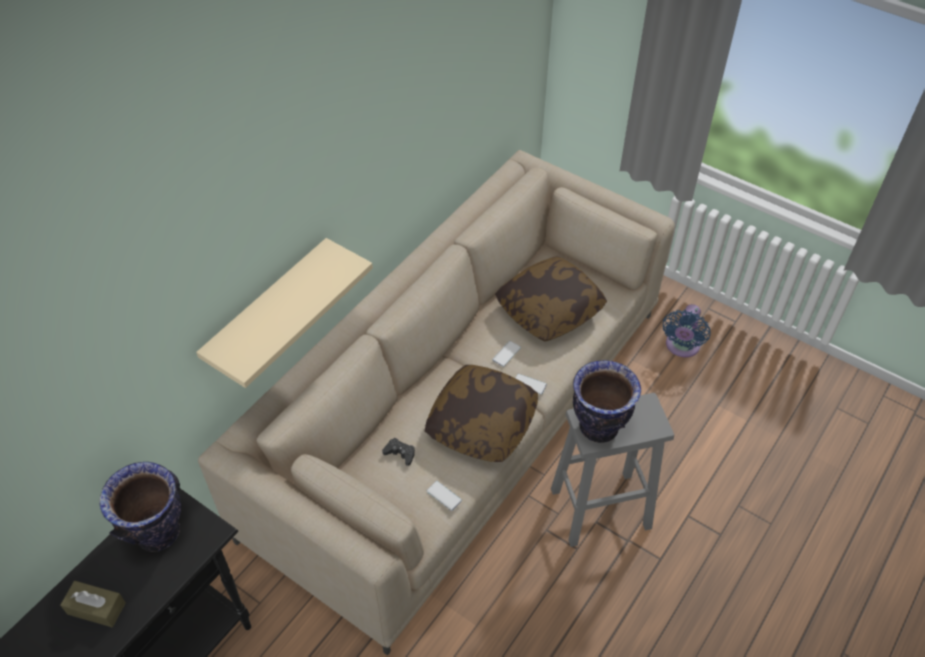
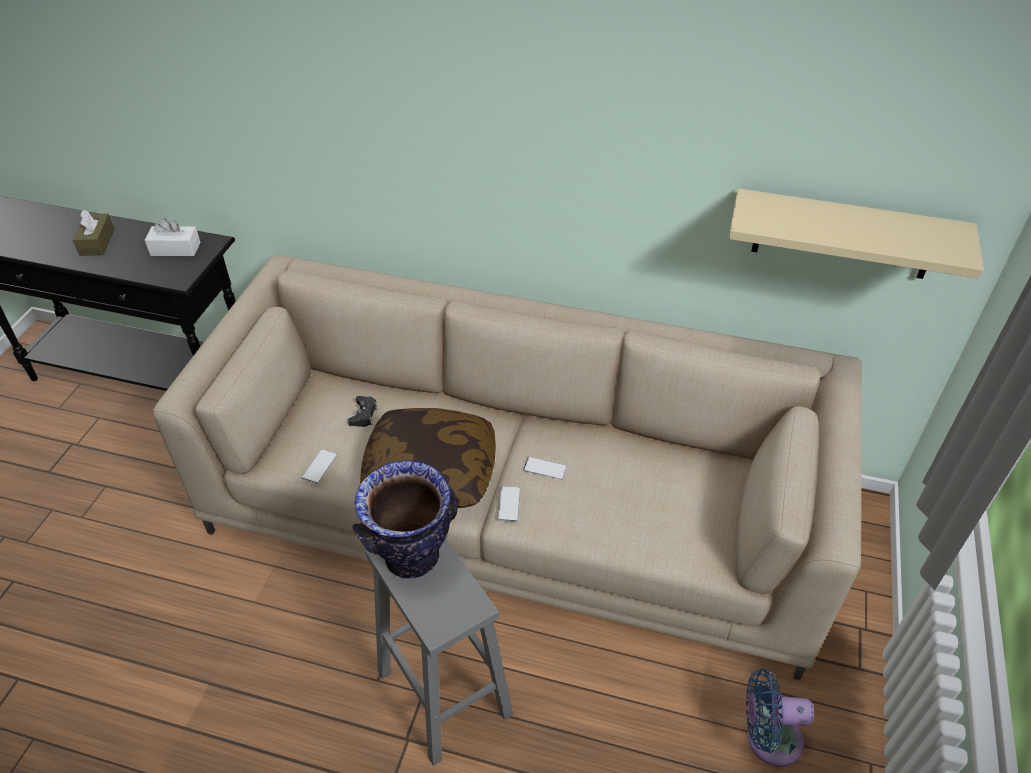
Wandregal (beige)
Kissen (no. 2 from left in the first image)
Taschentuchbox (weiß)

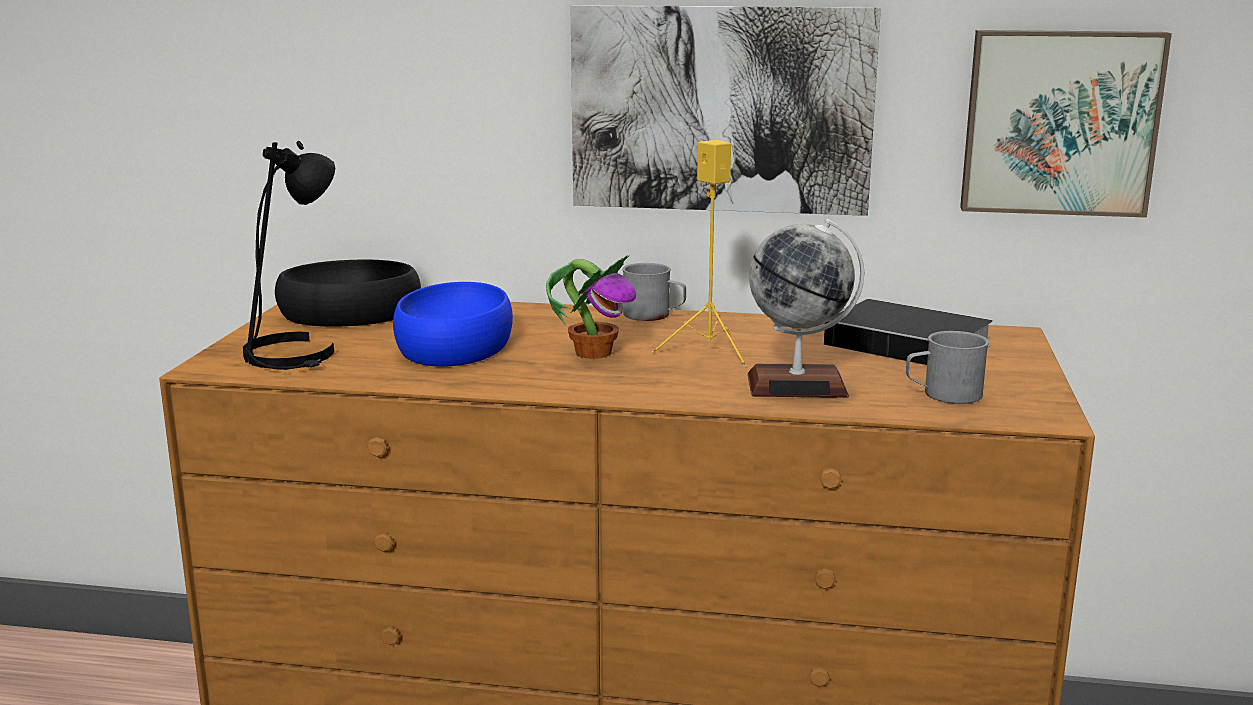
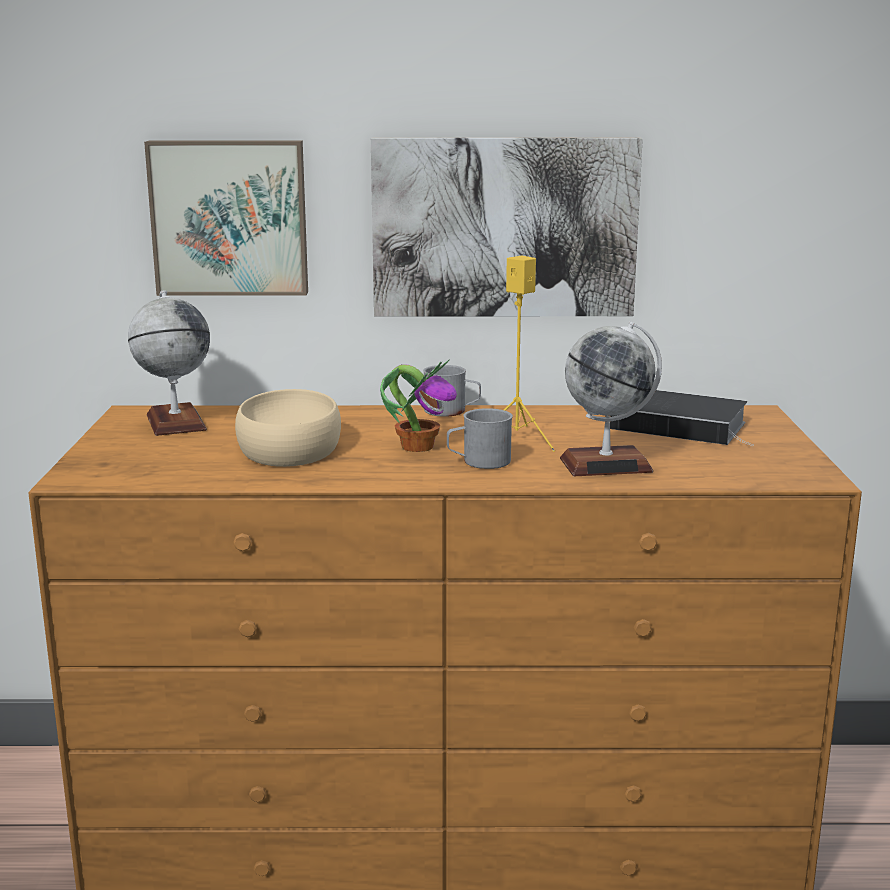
Bild (no. 1 from left)
Tischlampe (schwarz)
Globus (no. 1 from left)
Schüssel (beige)
Henkelbecher (grau) (no. 2 from left)

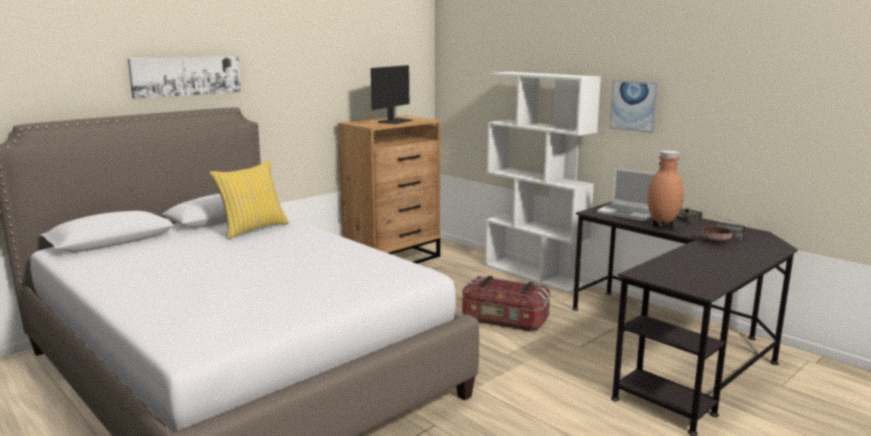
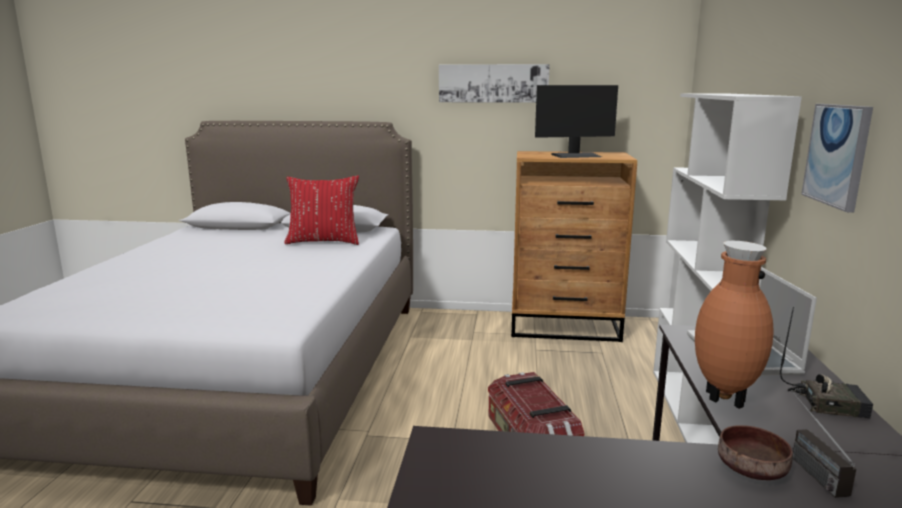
Bild (no. 1 from left)
Kissen (rot)

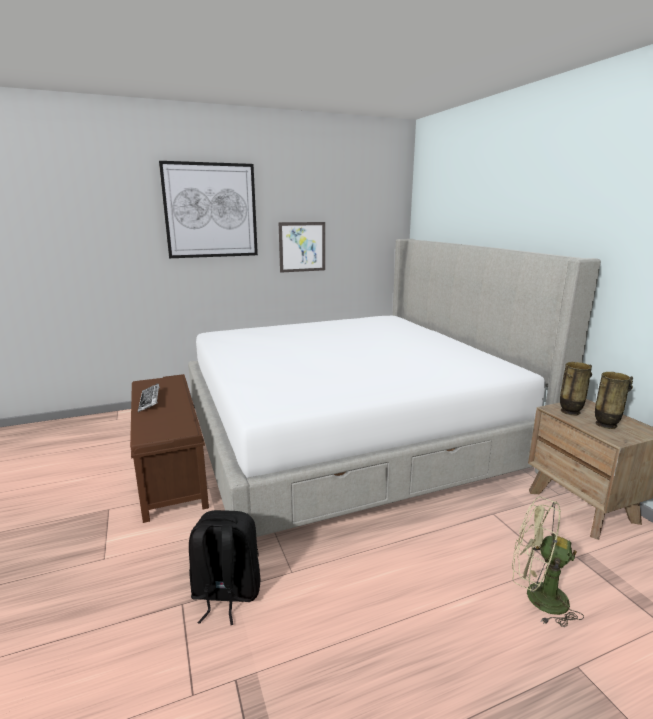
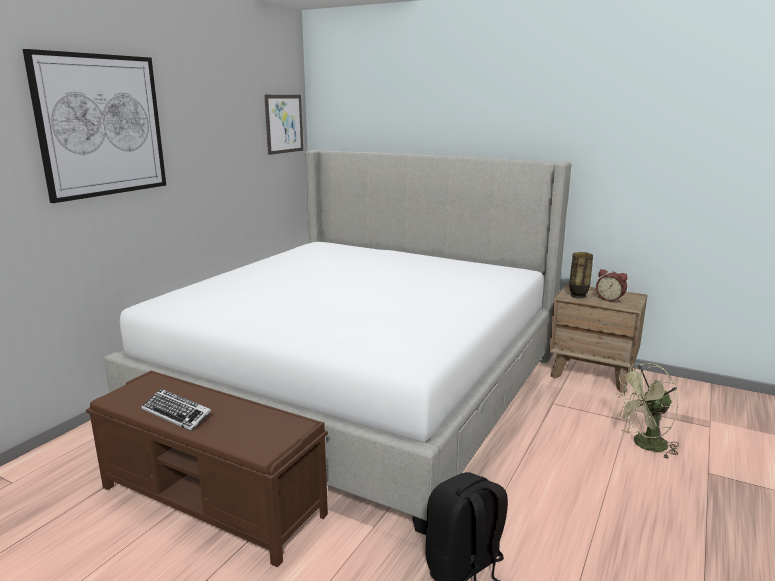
Bild (no. 2 from left)
Wecker

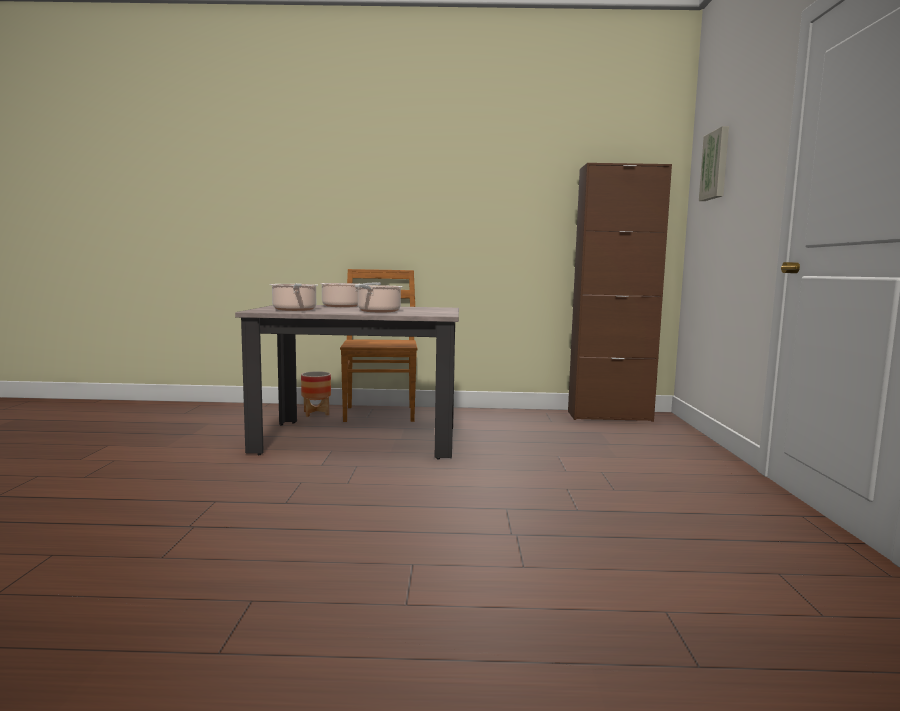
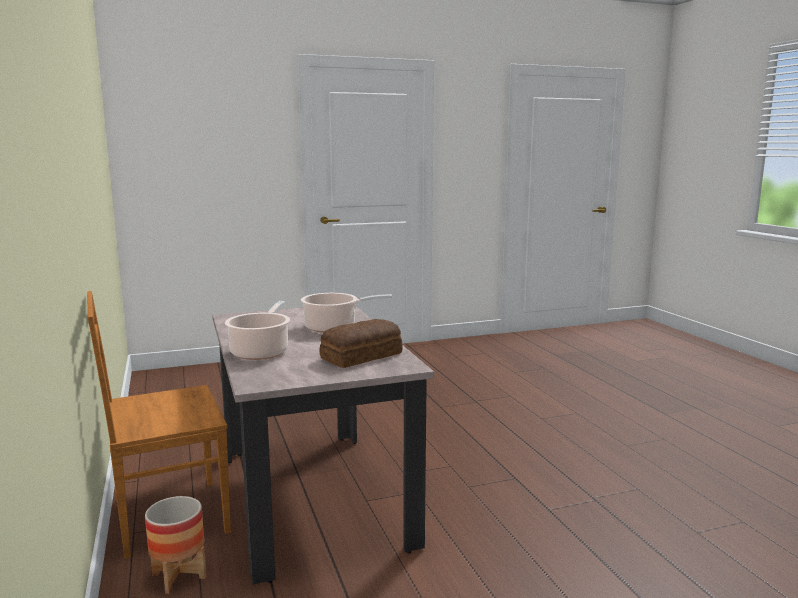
Bild
Schrank (braun)
Brot

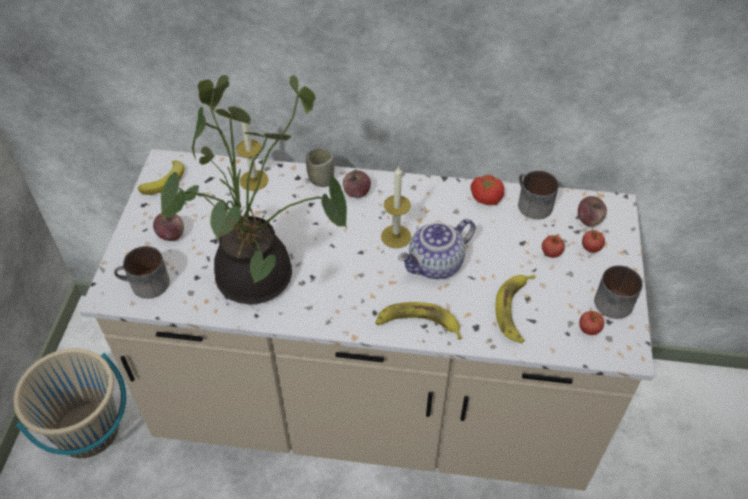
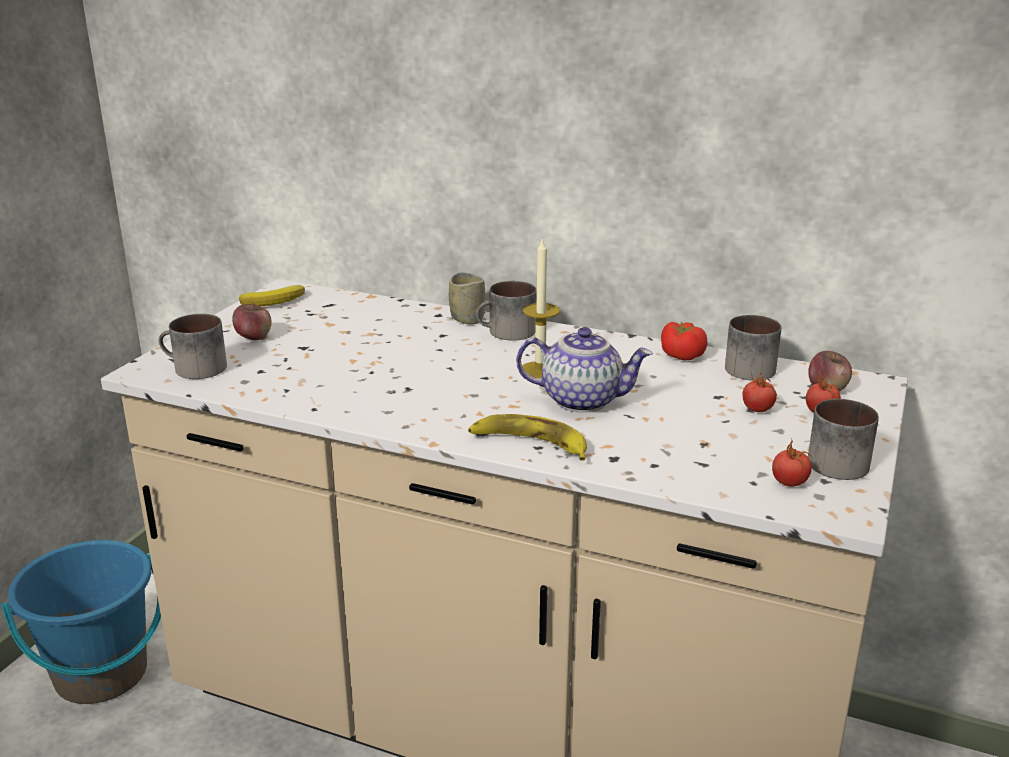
Topfpflanze
Kerze (no. 1 from left in the first image)
Henkelbecher (no. 2 from left)
Teekanne
Banane (no. 3 from left in the first image)
Eimer (blau)

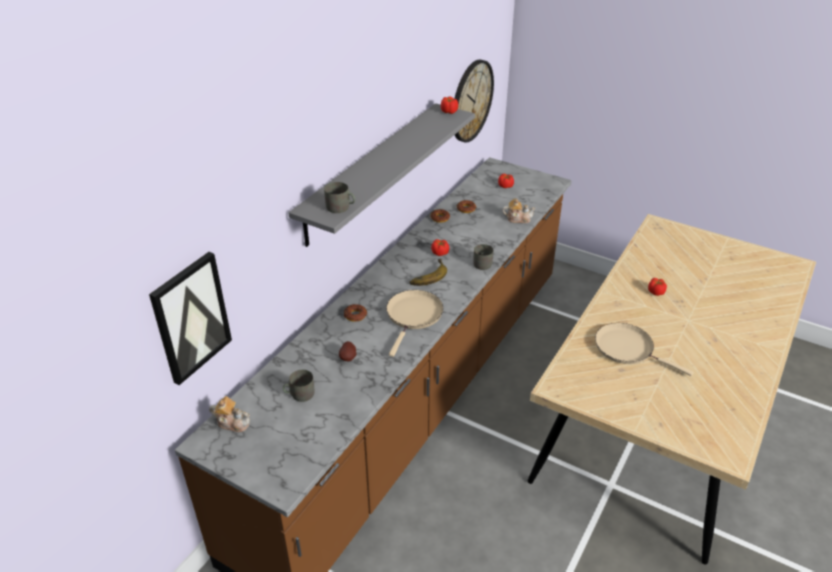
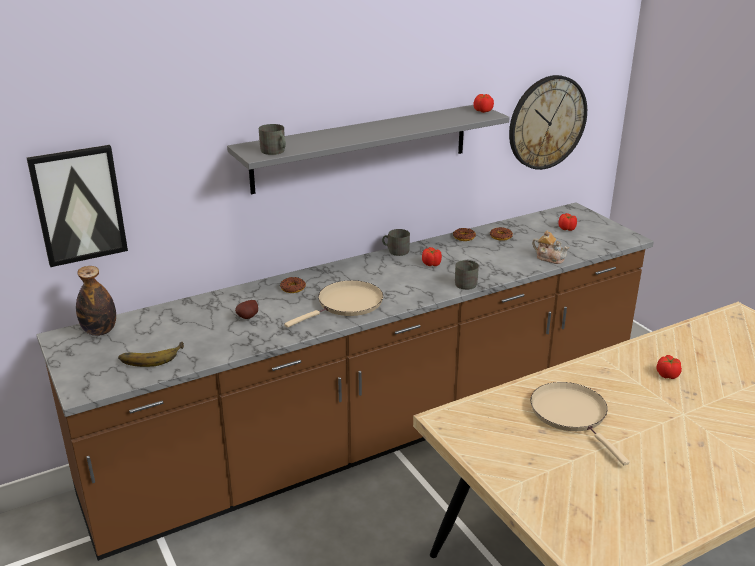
Banane
Henkelbecher (grau) (no. 2 from left)
Flasche

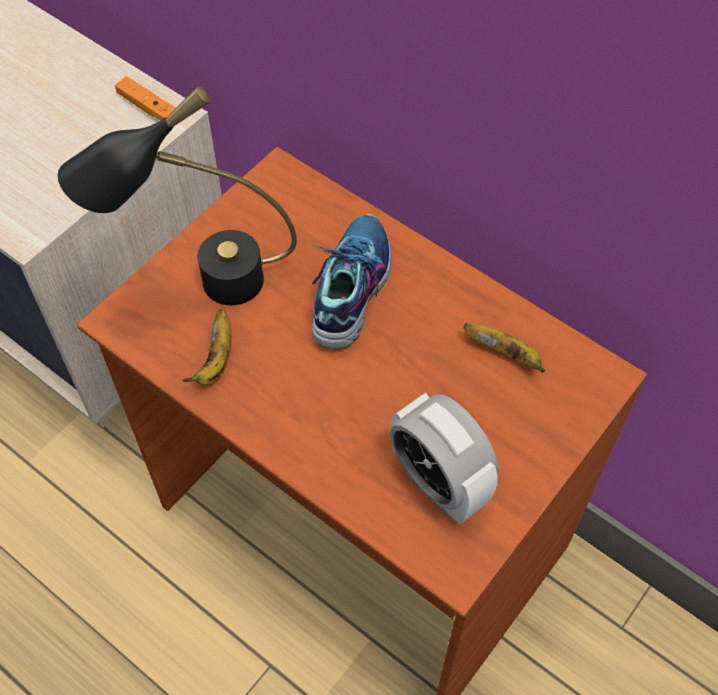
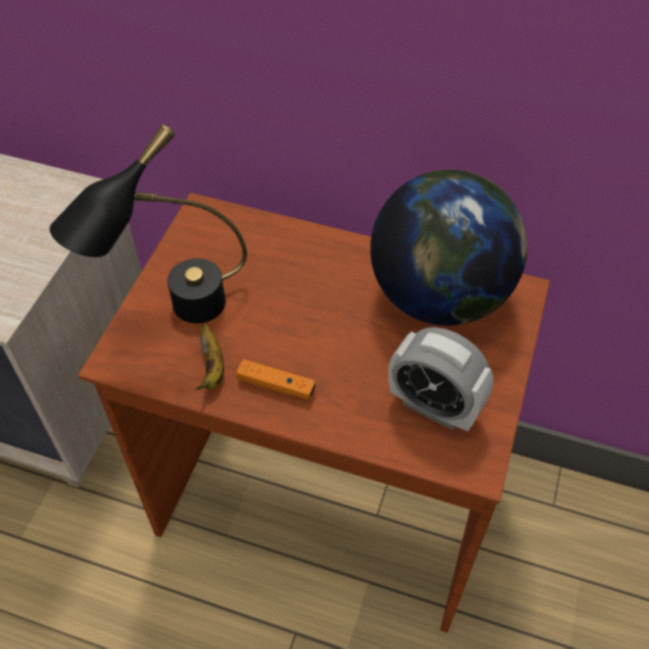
Gamepad (orange)
Schuh
Globus

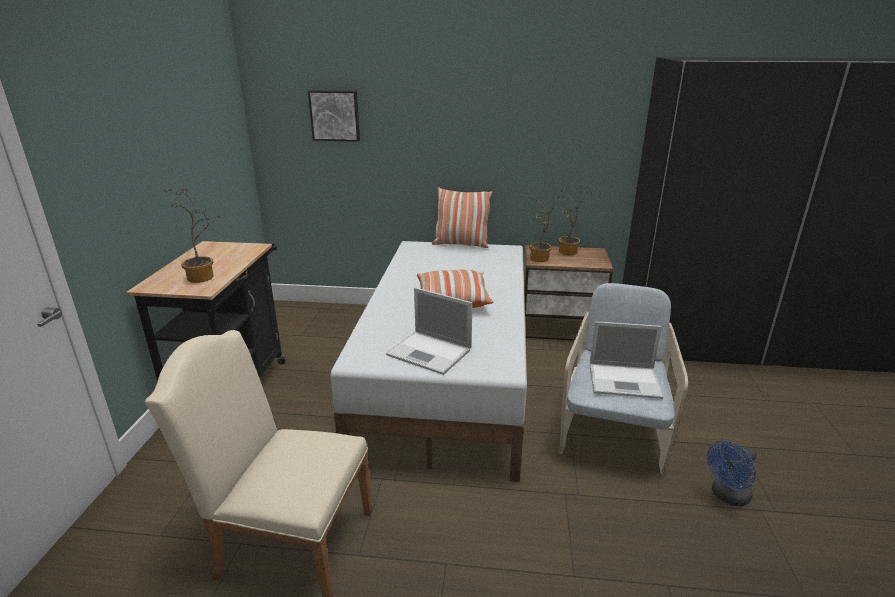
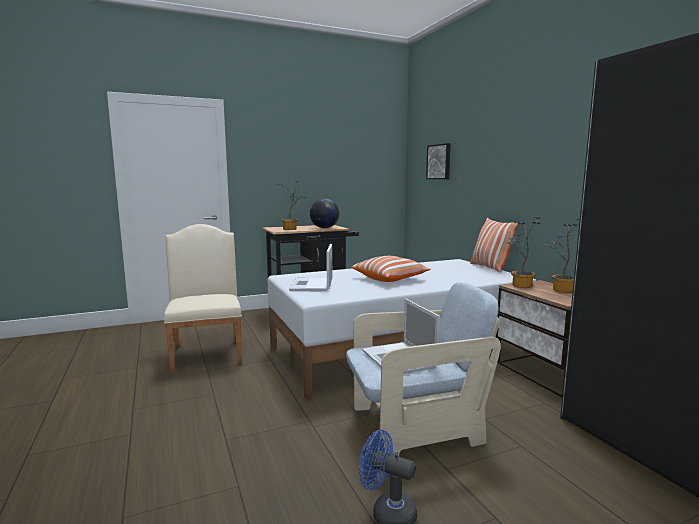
Globus

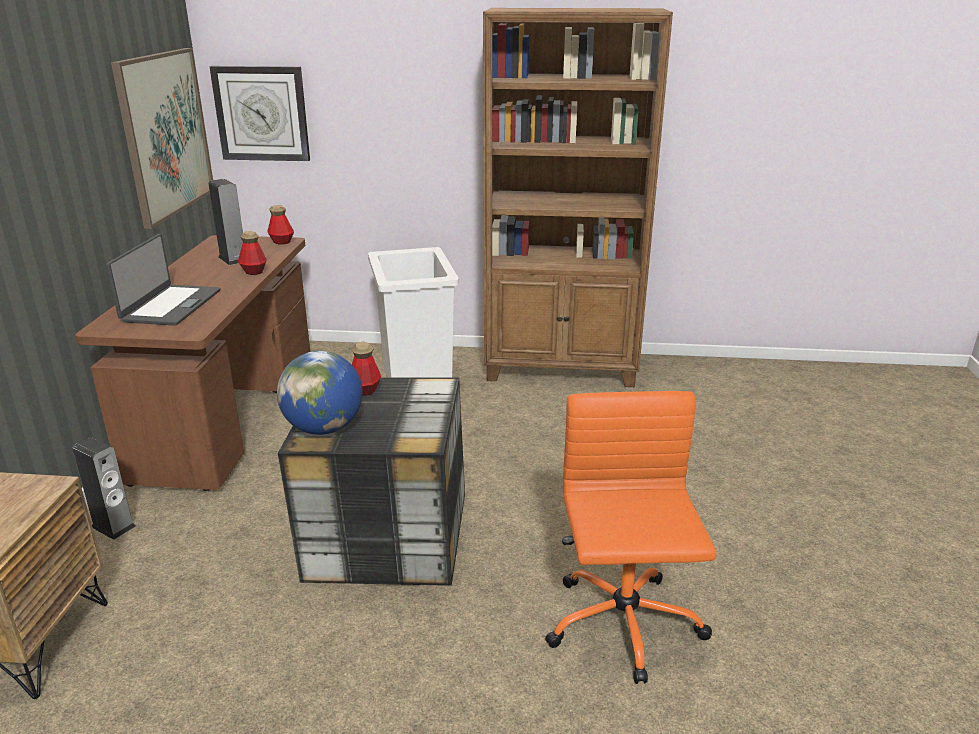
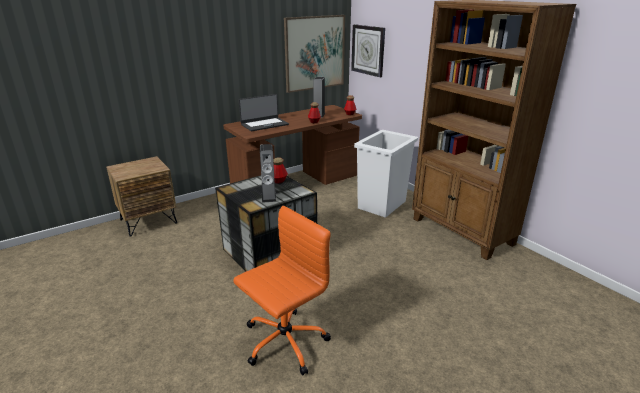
Globus
Lautsprecher (no. 1 from left)

